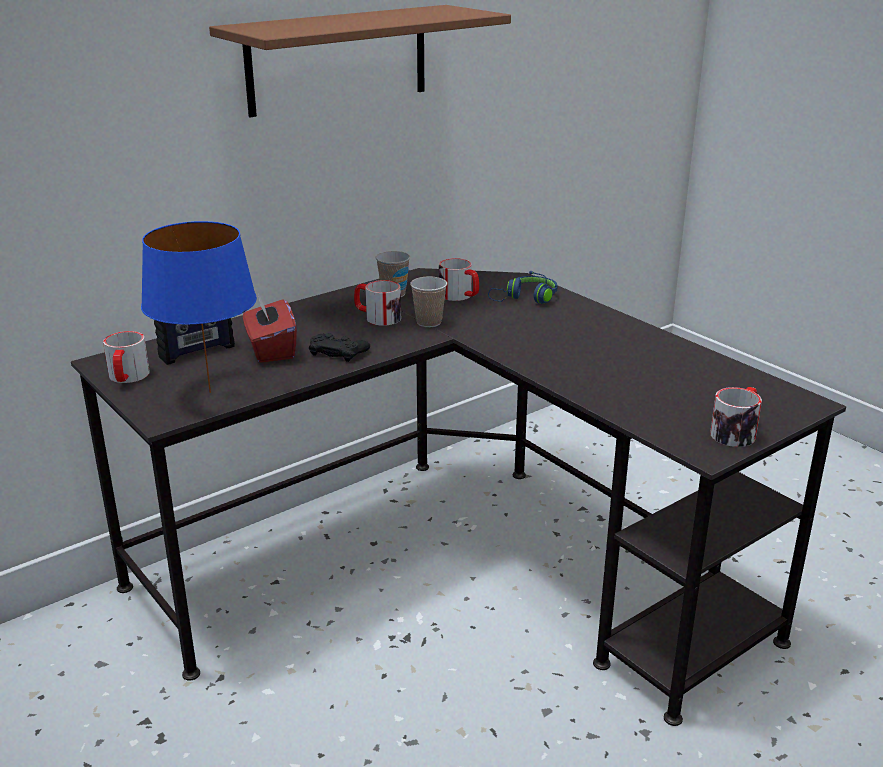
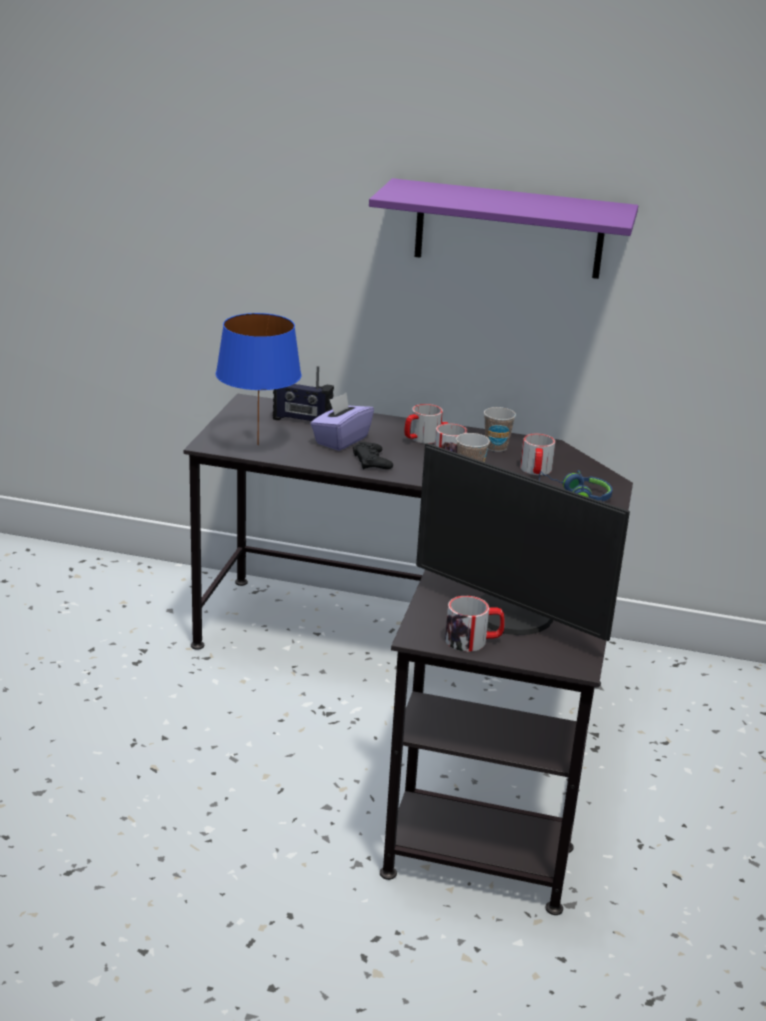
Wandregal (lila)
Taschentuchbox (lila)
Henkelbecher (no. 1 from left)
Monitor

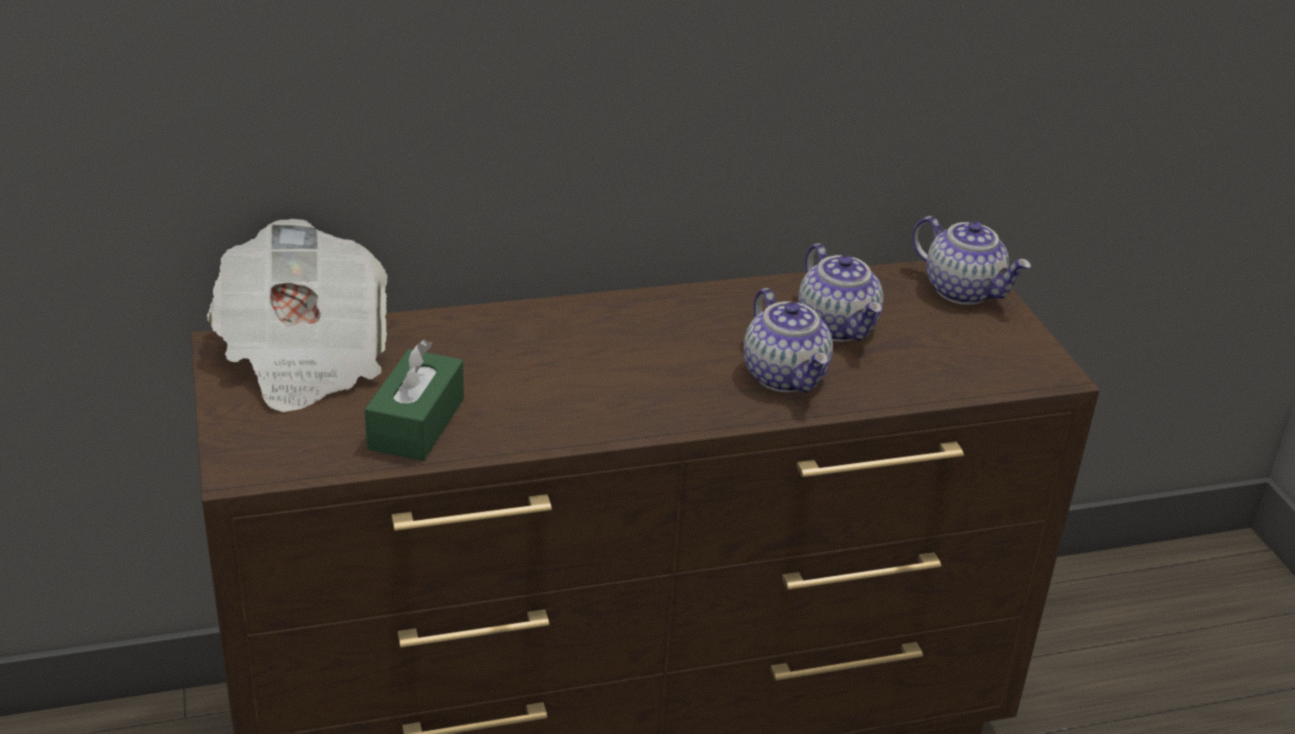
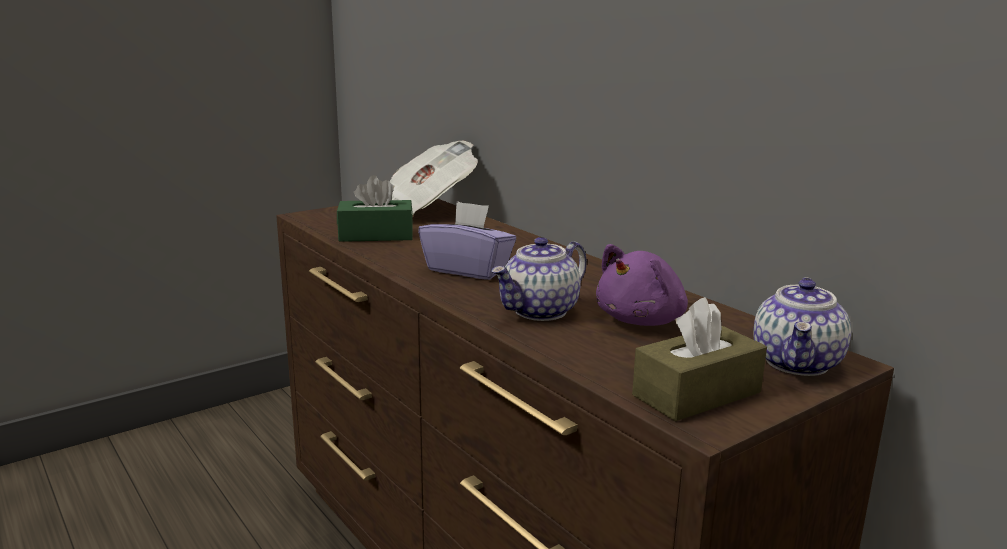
Plüschtier (lila)
Taschentuchbox (lila)
Taschentuchbox (braun)

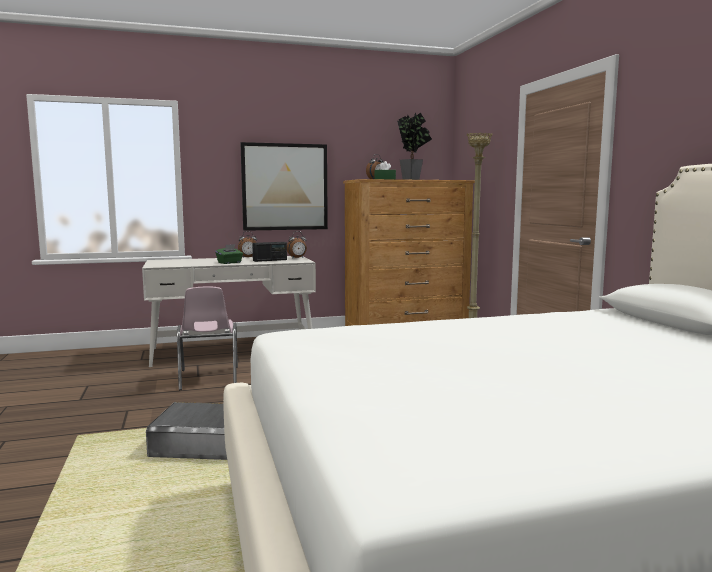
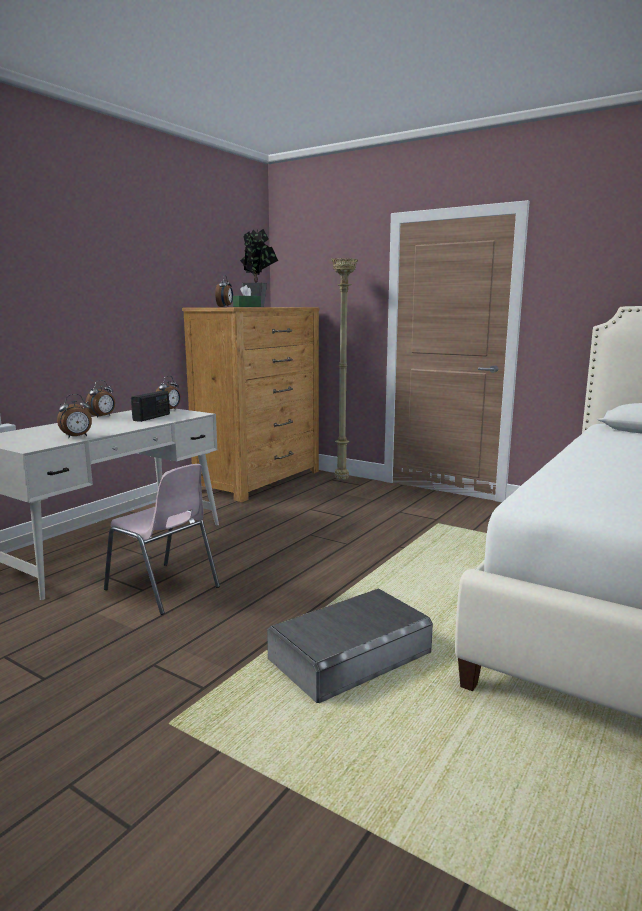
Bild
Taschentuchbox (grün) (no. 1 from left in the first image)
Wecker (no. 1 from left)

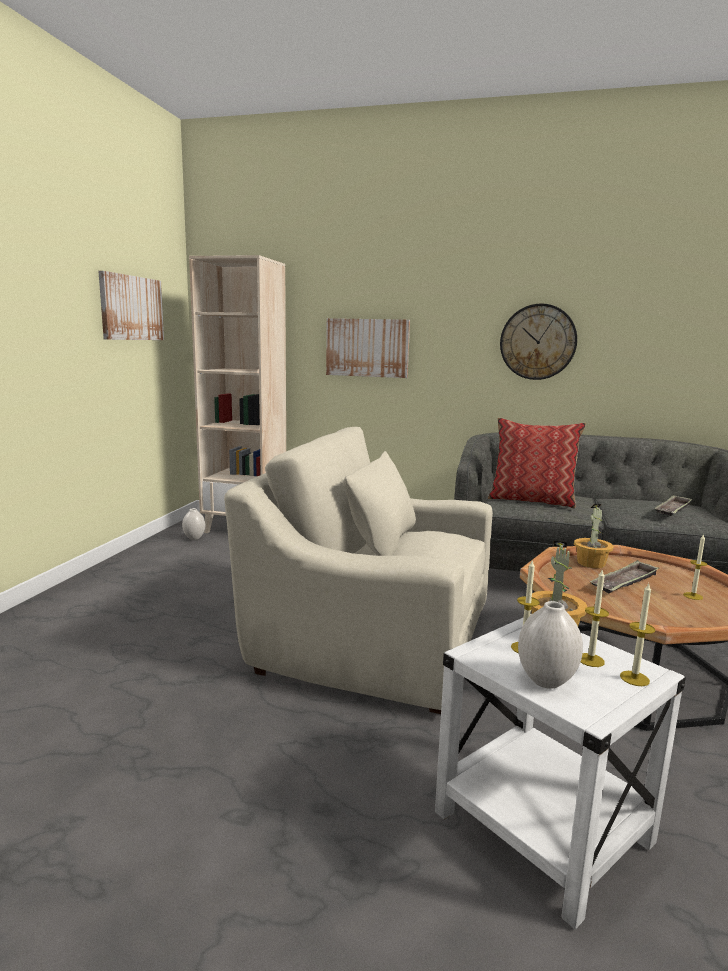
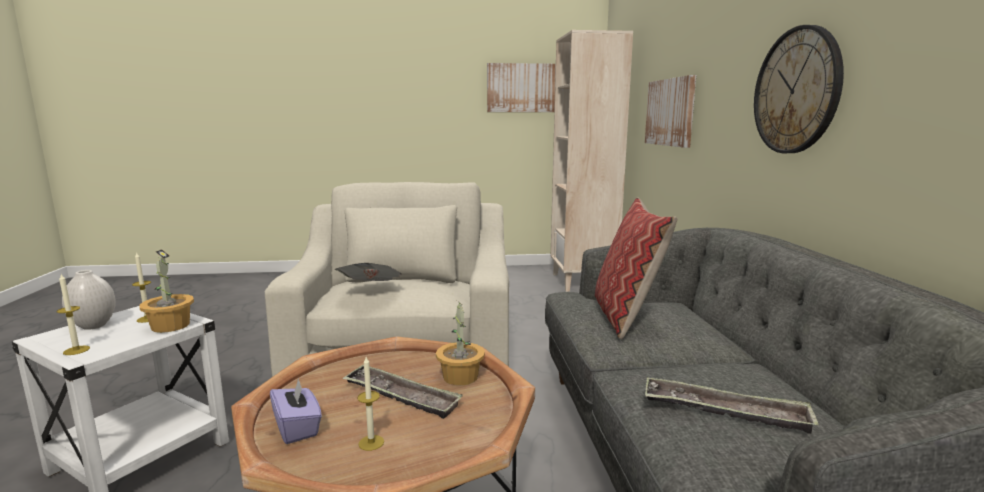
Vase (weiß) (no. 1 from left in the first image)
Kerze (no. 2 from left in the first image)
Zeitung
Taschentuchbox (lila)

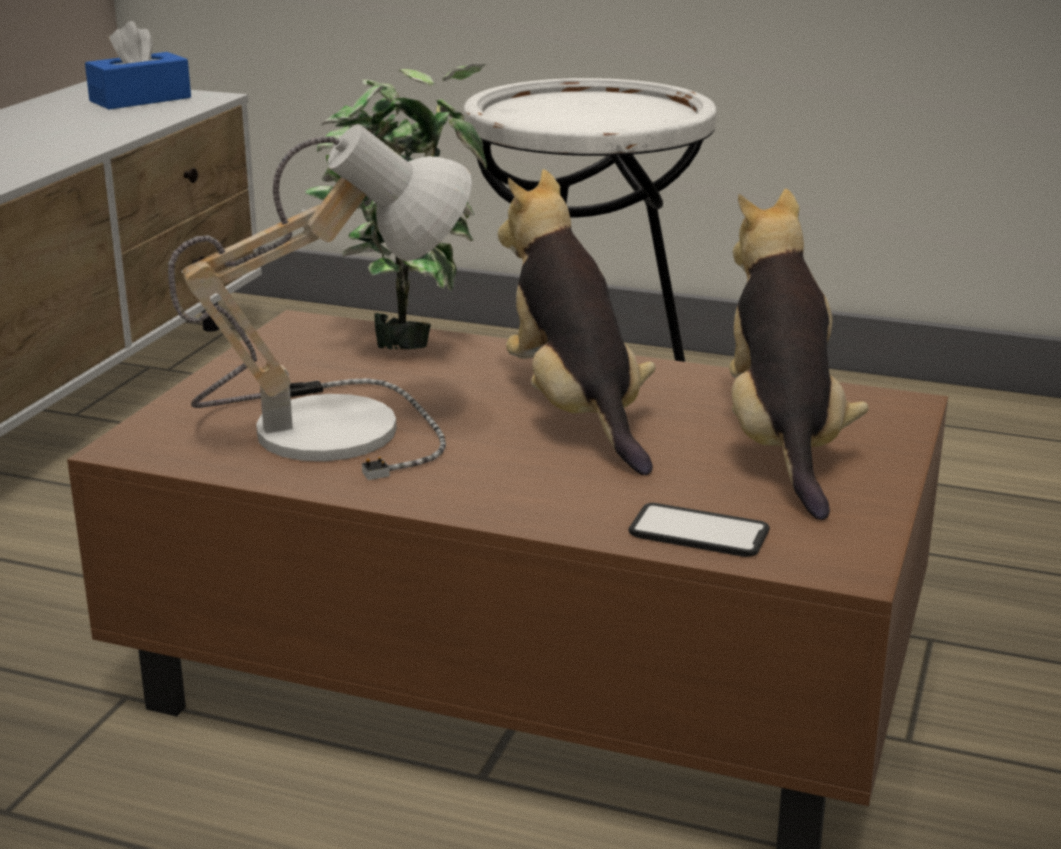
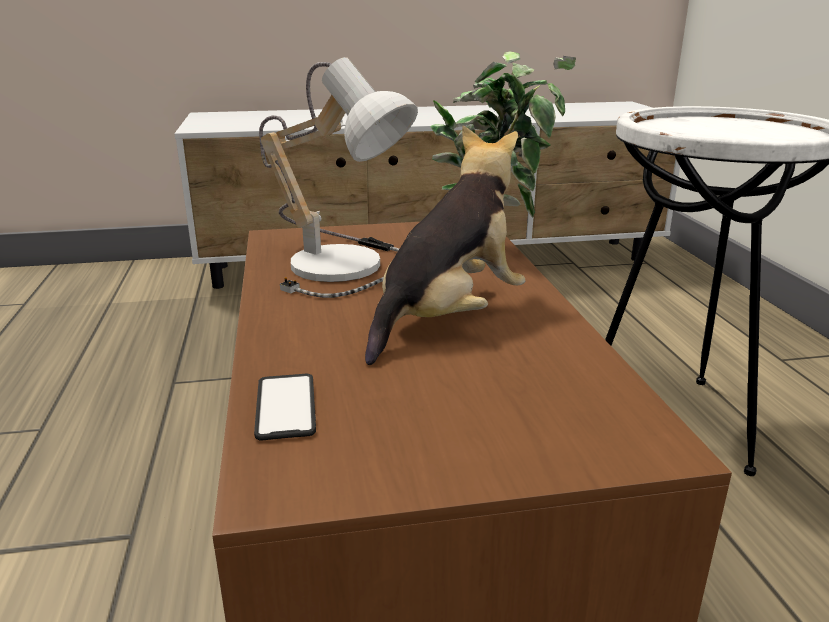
Taschentuchbox (blau)
Plüschtier (no. 2 from left in the first image)

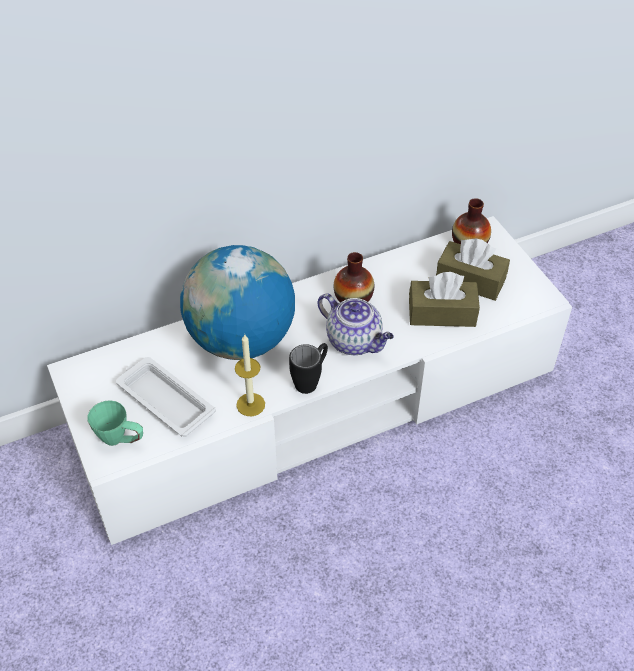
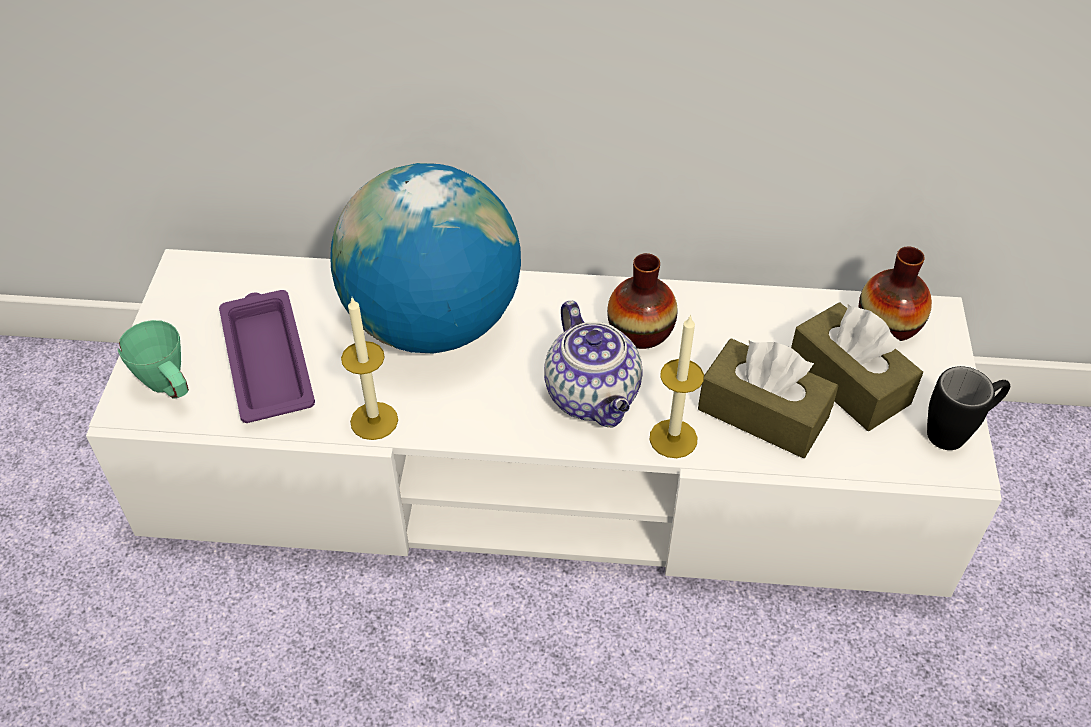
Henkelbecher (schwarz)
Tablett (lila)
Kerze (no. 2 from left)

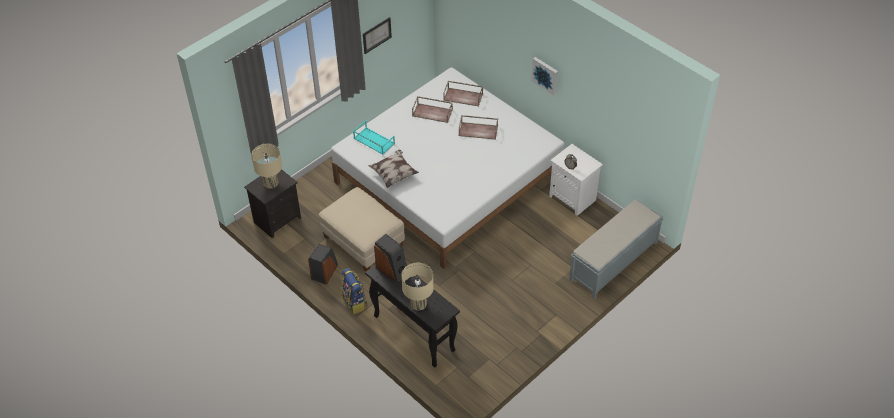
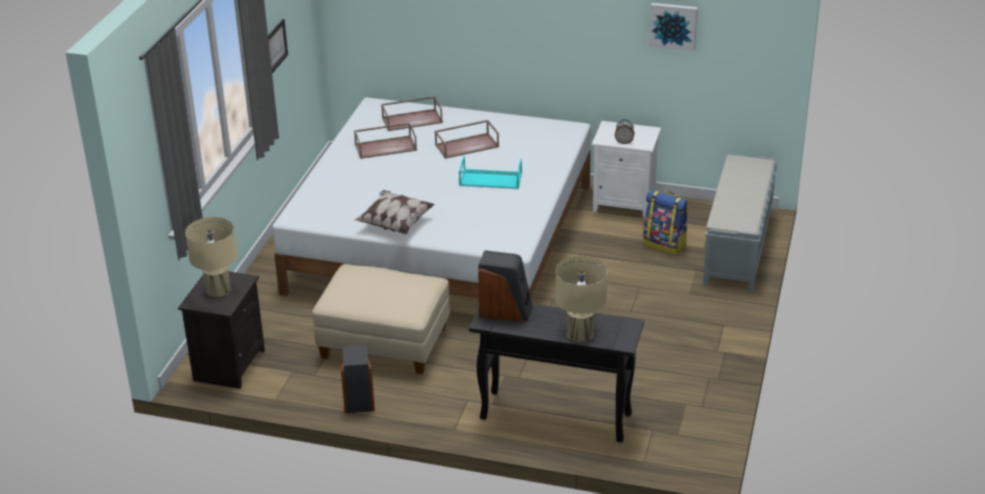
Bild (no. 2 from left)
Tablett (türkis)
Rucksack

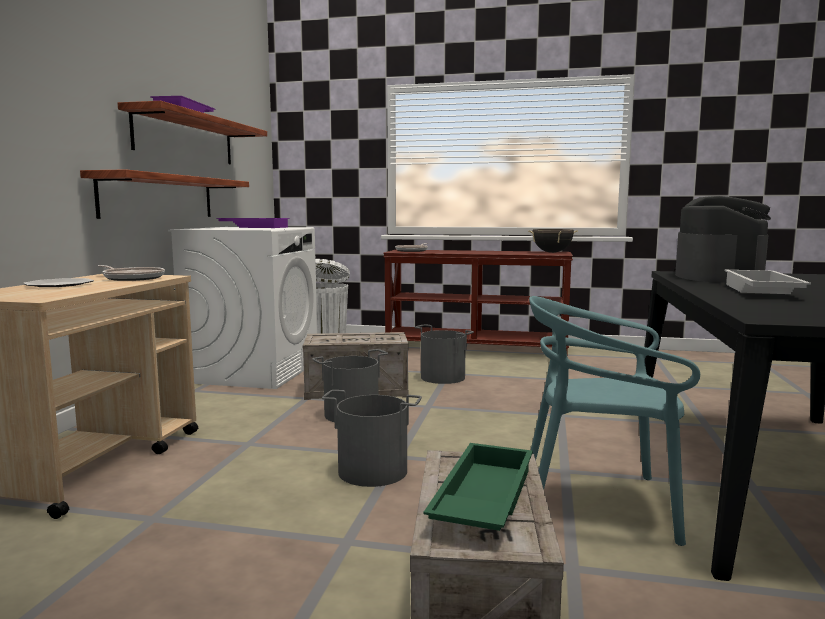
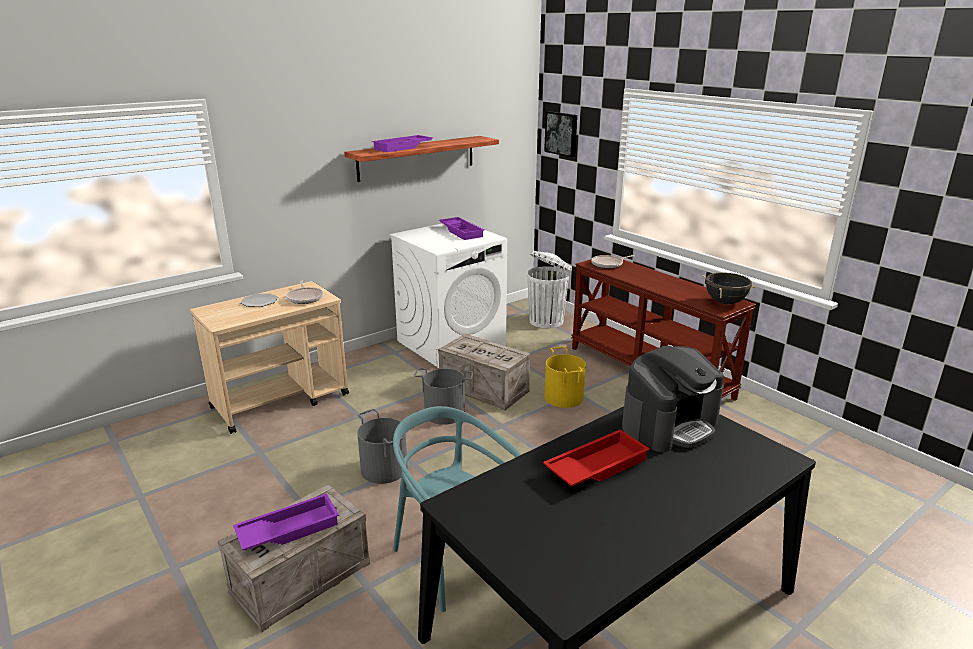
Wandregal (no. 1 from left in the first image)
Tablett (rot)
Eimer (gelb)
Tablett (lila) (no. 1 from left)
Bild

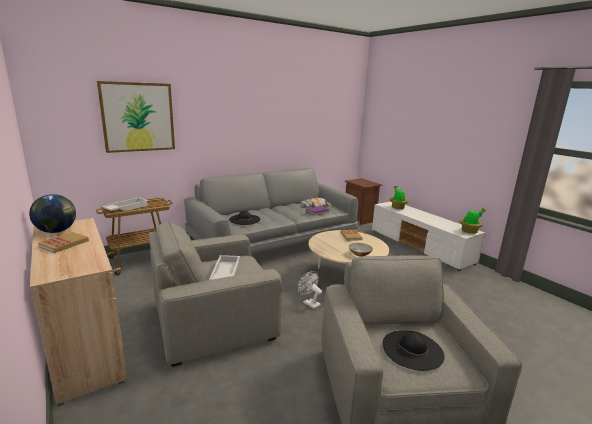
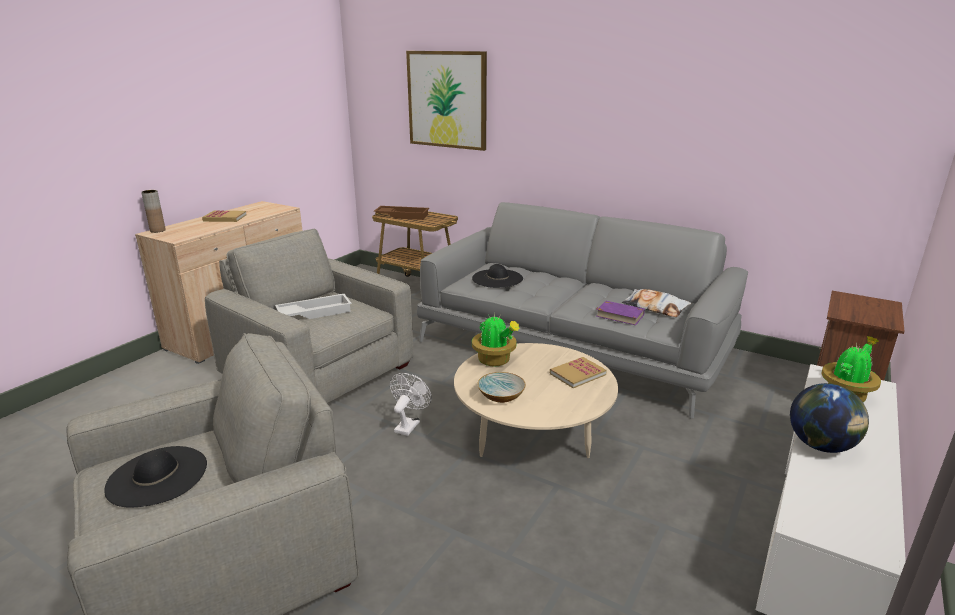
Globus
Tablett (braun)
Topfpflanze (no. 1 from left)
Vase (braun)

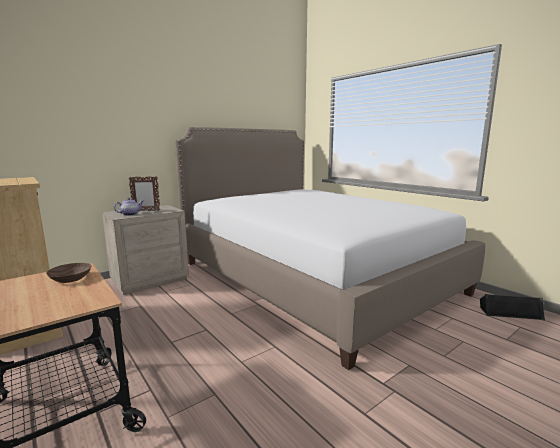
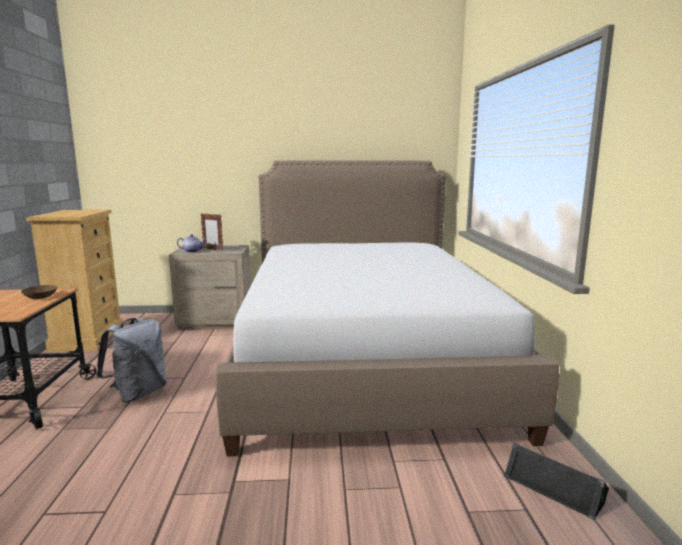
Rucksack (grau)

